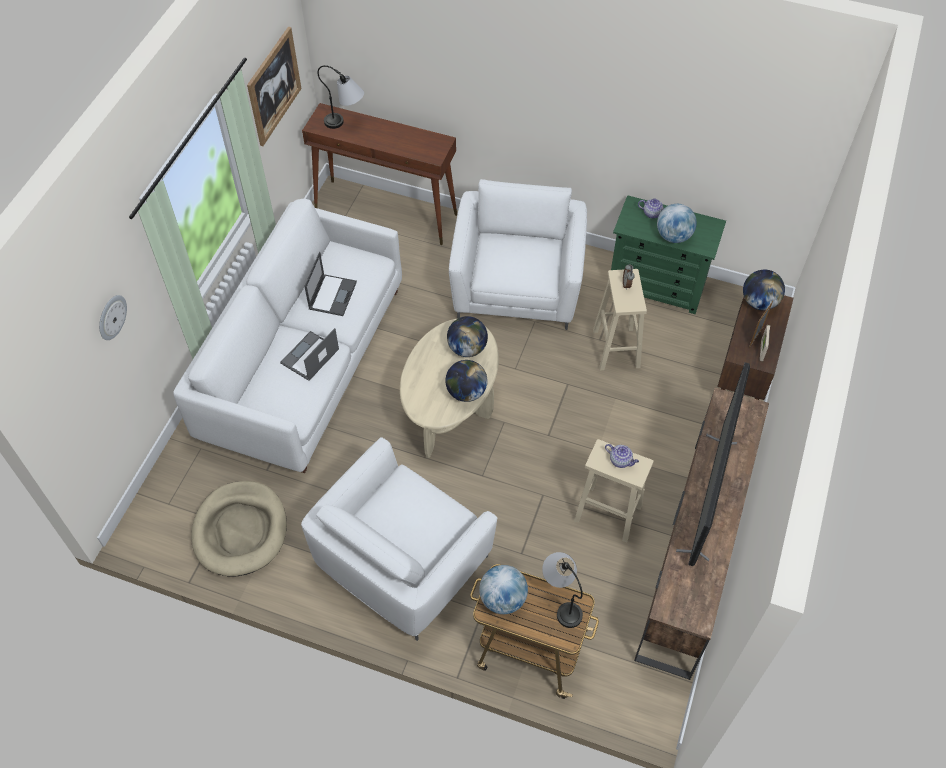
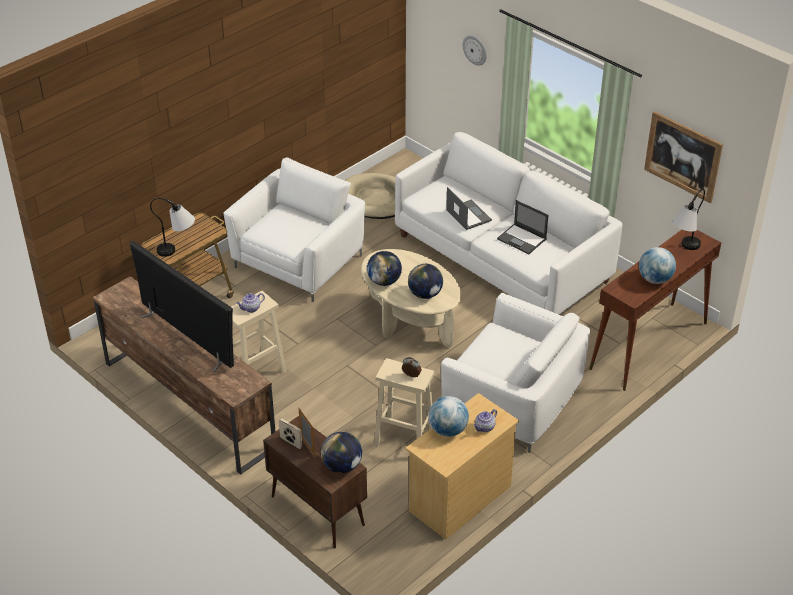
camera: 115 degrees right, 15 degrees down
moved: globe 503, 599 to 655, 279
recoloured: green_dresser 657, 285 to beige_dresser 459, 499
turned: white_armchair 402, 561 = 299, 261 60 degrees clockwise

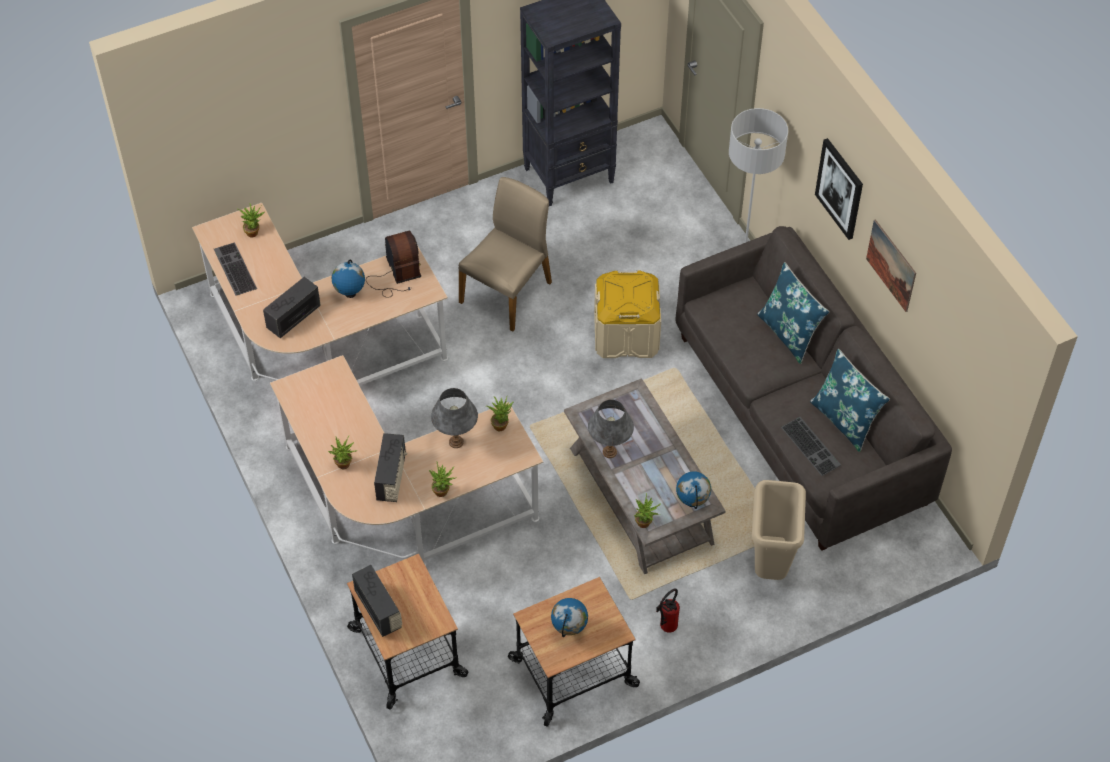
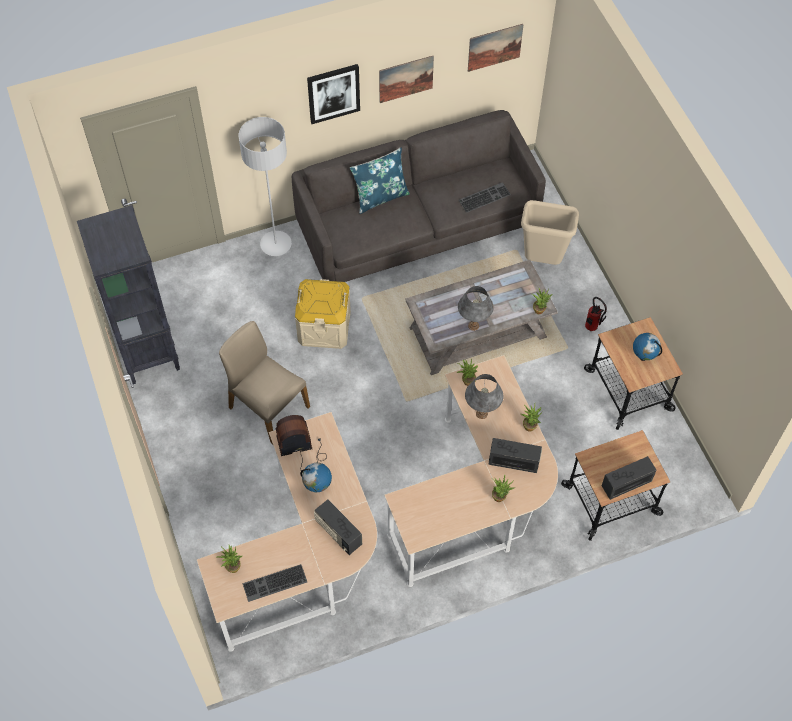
camera: 85 degrees left, 5 degrees up
removed: globe 692, 502; blue_pillow 844, 420
added: picture 494, 47

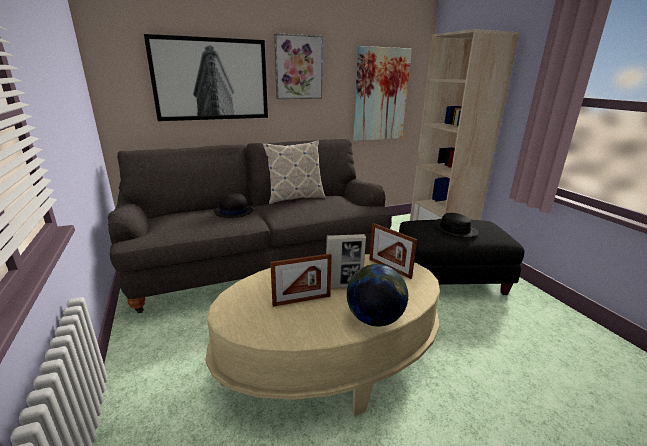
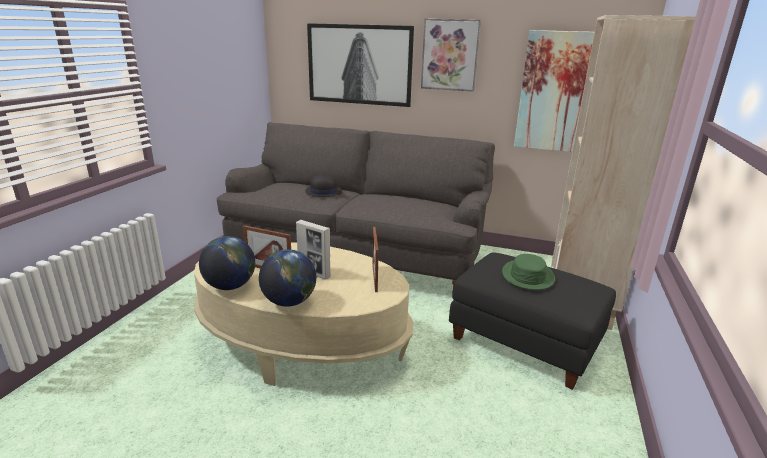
camera: 40 degrees right, 0 degrees up
removed: pillow 295, 198
added: globe 230, 286
recoloured: black_hat 454, 229 to green_hat 527, 276

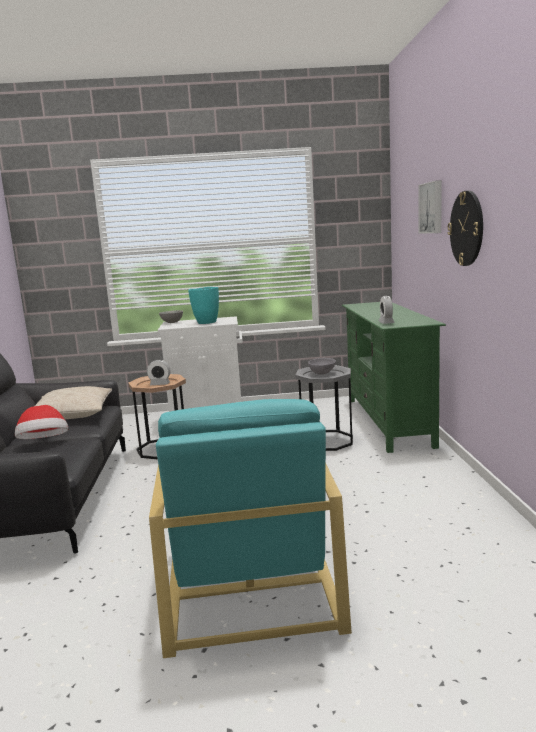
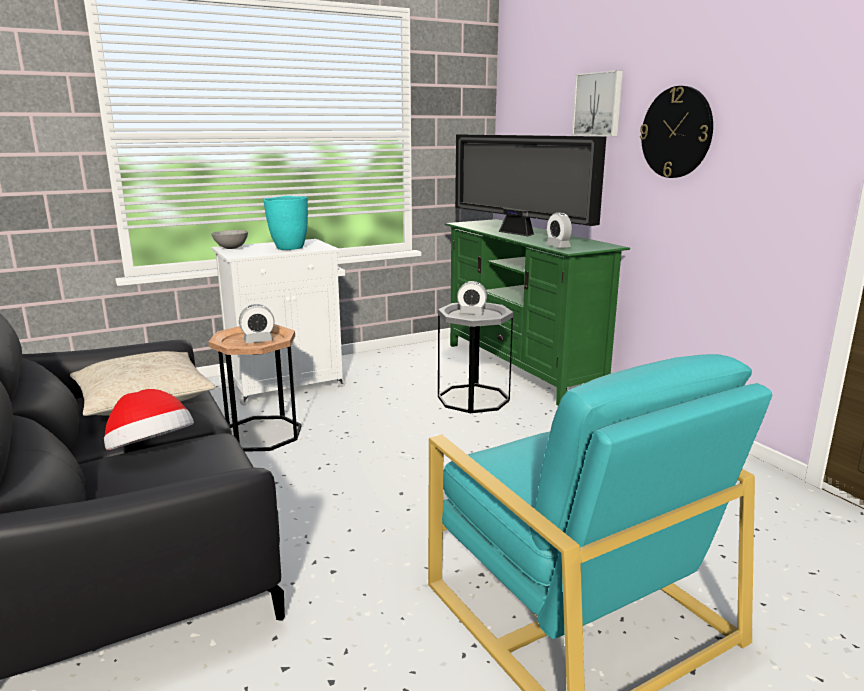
camera: 25 degrees left, 5 degrees up
added: television 519, 233
replaced: grey_bowl 322, 373 to alarm_clock 471, 313

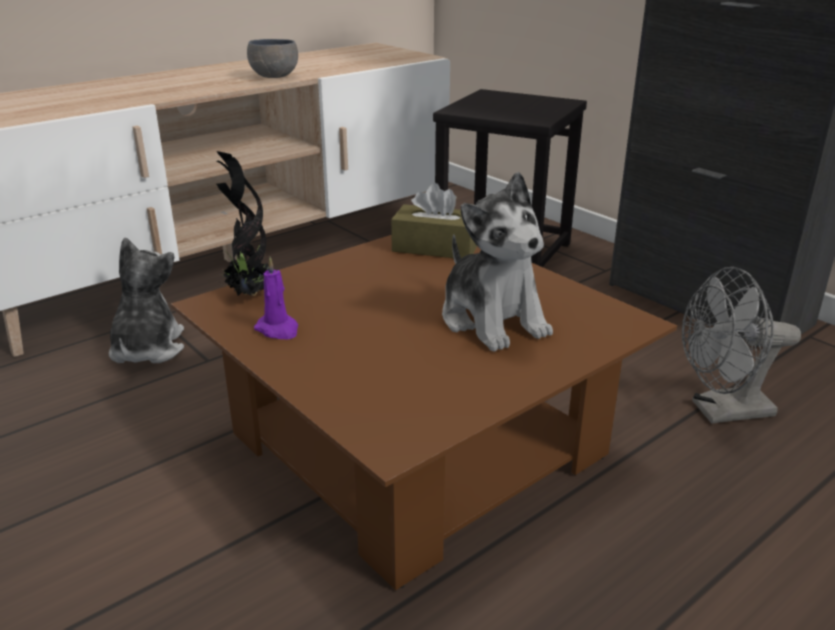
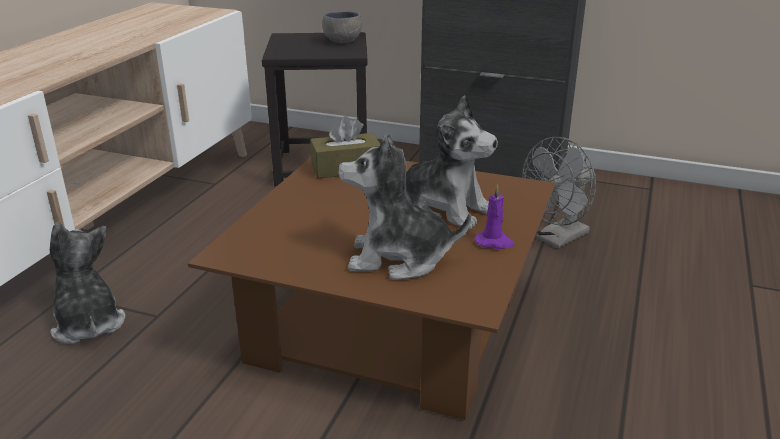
camera: 30 degrees left, 0 degrees up
removed: potted_plant 248, 295
added: plush_toy 398, 258
moved: grey_bowl 275, 76 to 342, 41; purple_candle 278, 330 to 494, 242

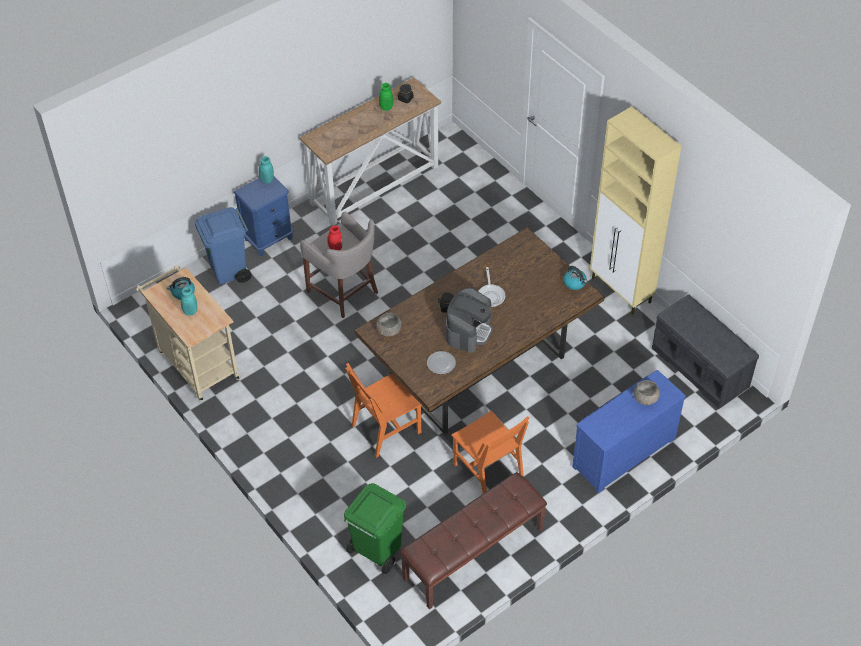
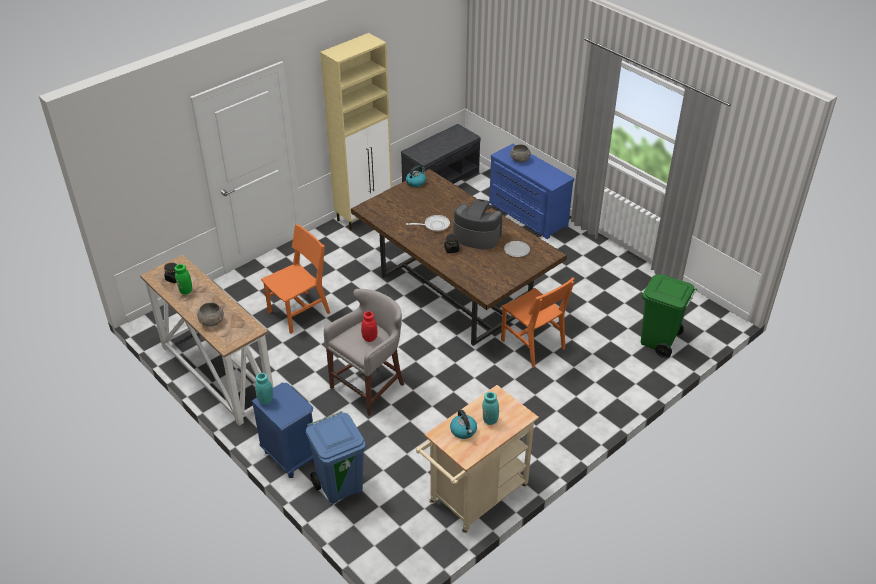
camera: 95 degrees left, 10 degrees down
removed: brown_bench 473, 554
moved: grey_bowl 388, 330 to 212, 322; orange_chair 488, 471 to 299, 312

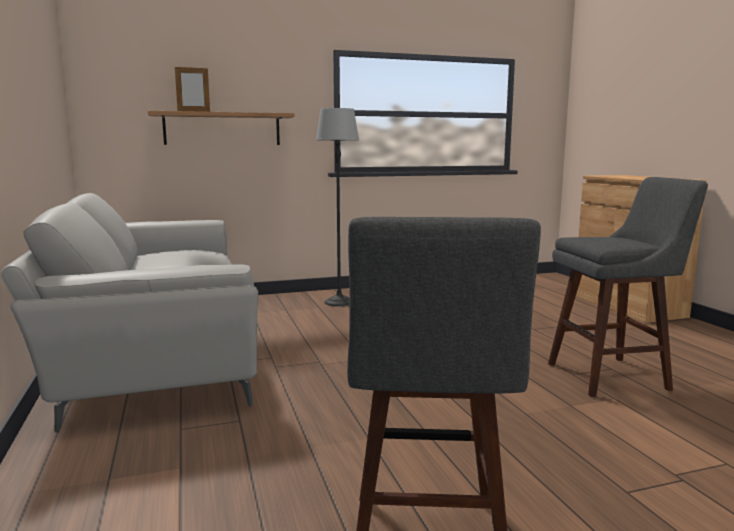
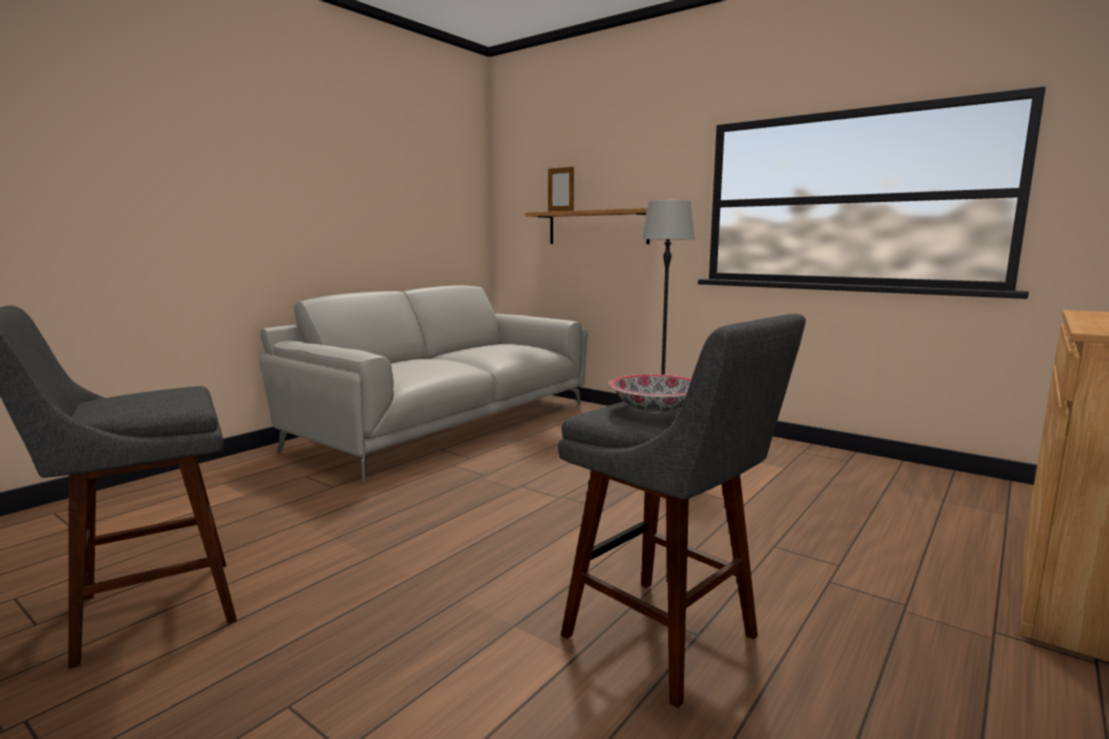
camera: 55 degrees right, 0 degrees up
added: bowl 654, 408

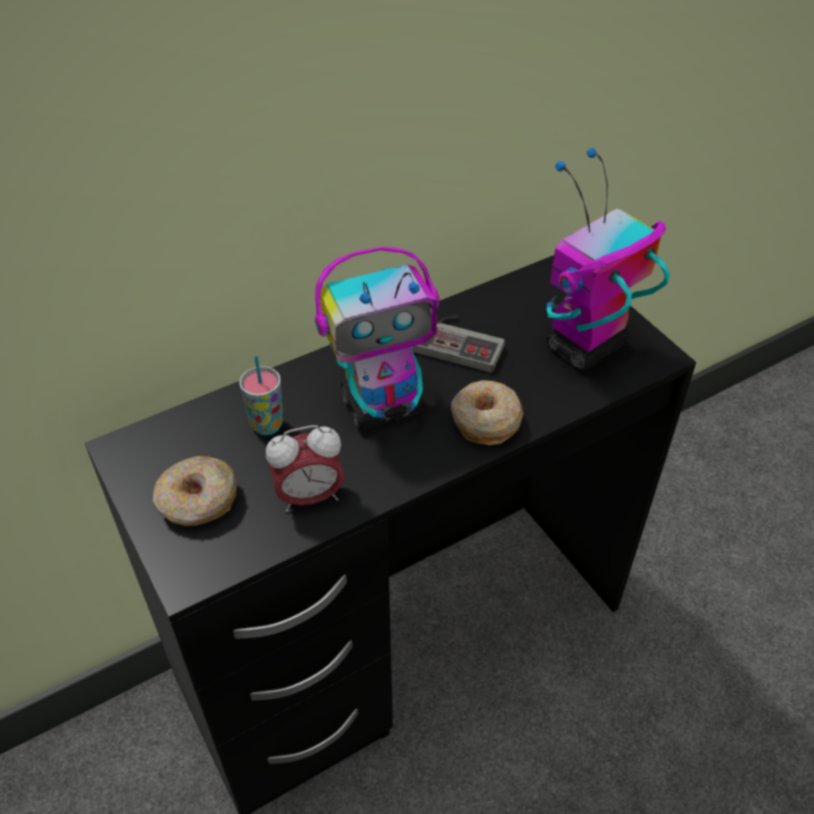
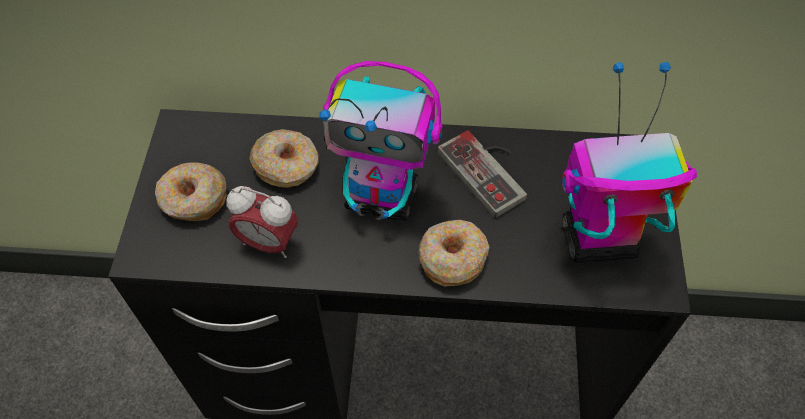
camera: 35 degrees right, 10 degrees up
replaced: cup 267, 425 to donut 287, 165

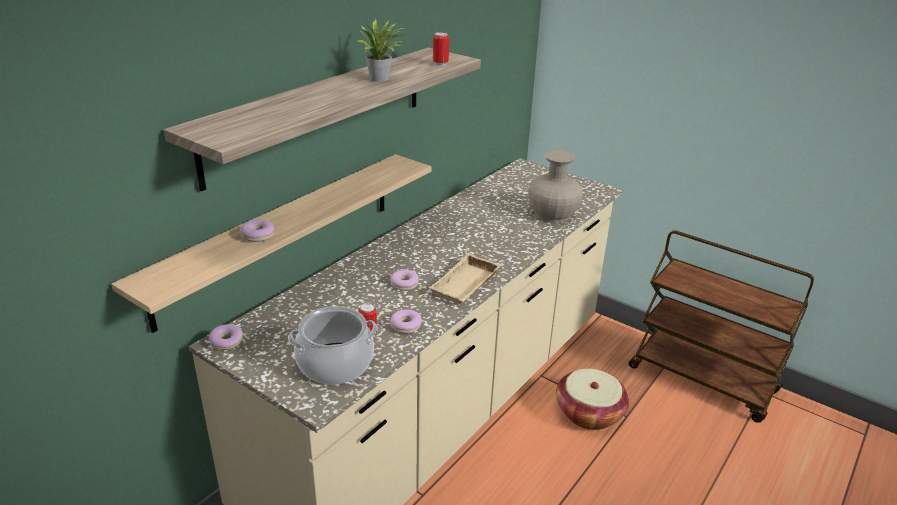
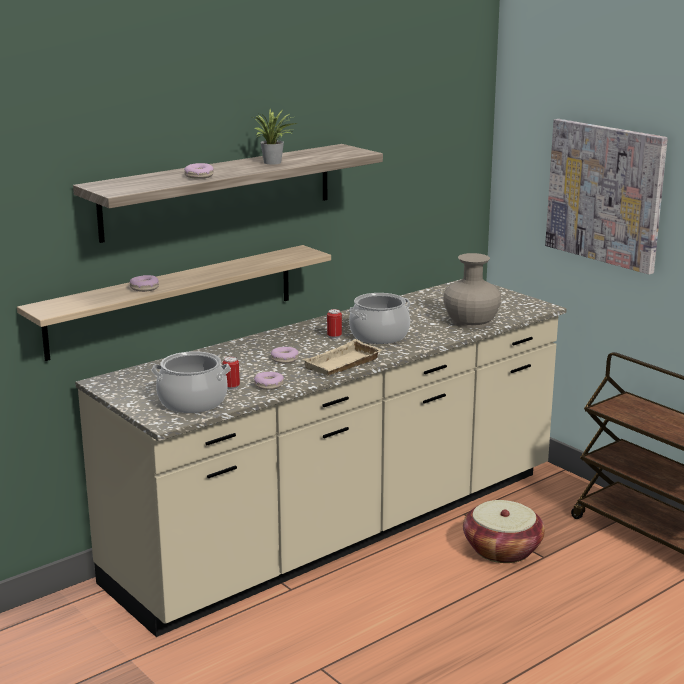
camera: 15 degrees right, 10 degrees down
added: cooking_pot 379, 336; picture 605, 194
moved: donut 226, 342 to 199, 176; can 440, 64 to 334, 337

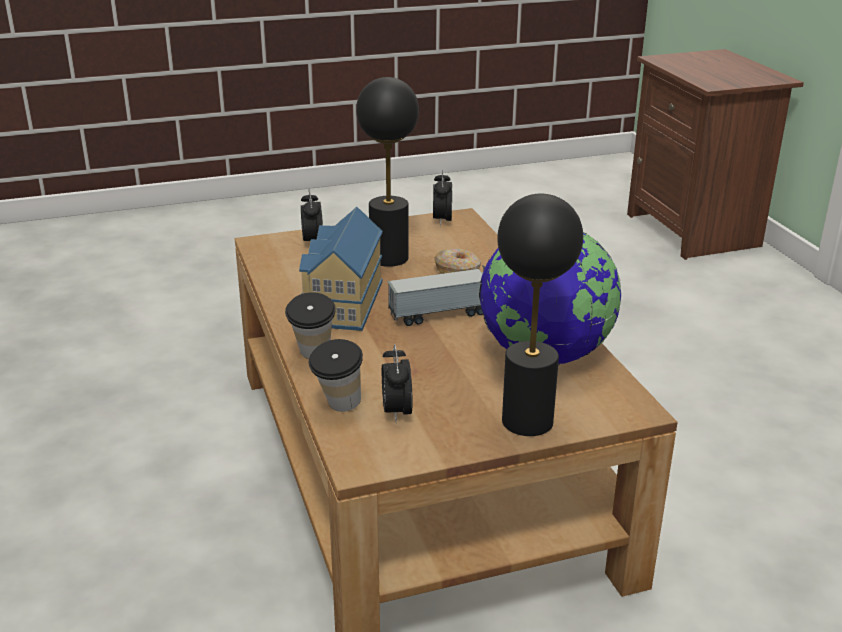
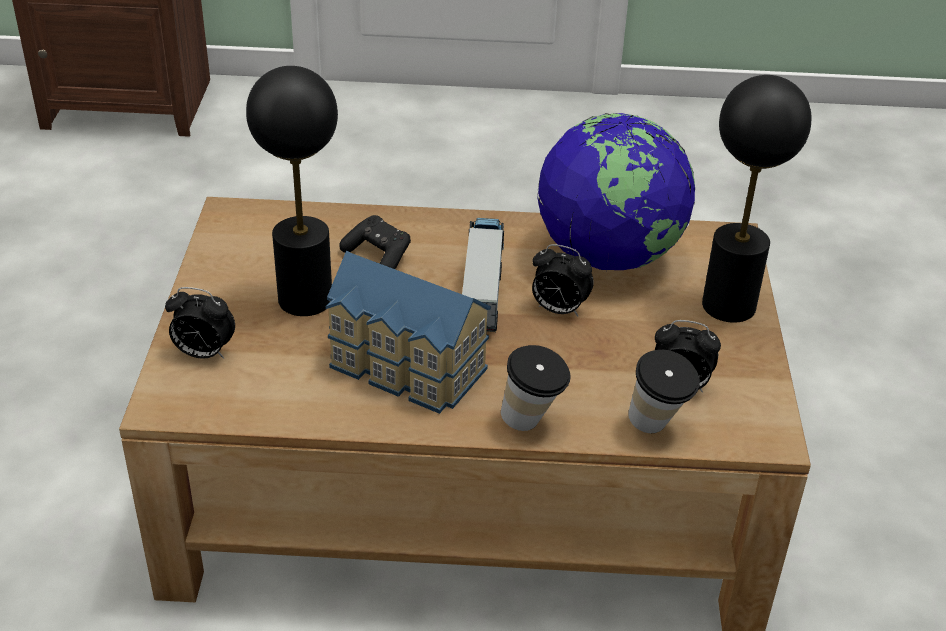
camera: 70 degrees left, 10 degrees up
moved: alarm_clock 442, 220 to 558, 310
replaced: donut 458, 270 to black_game_controller 378, 256

